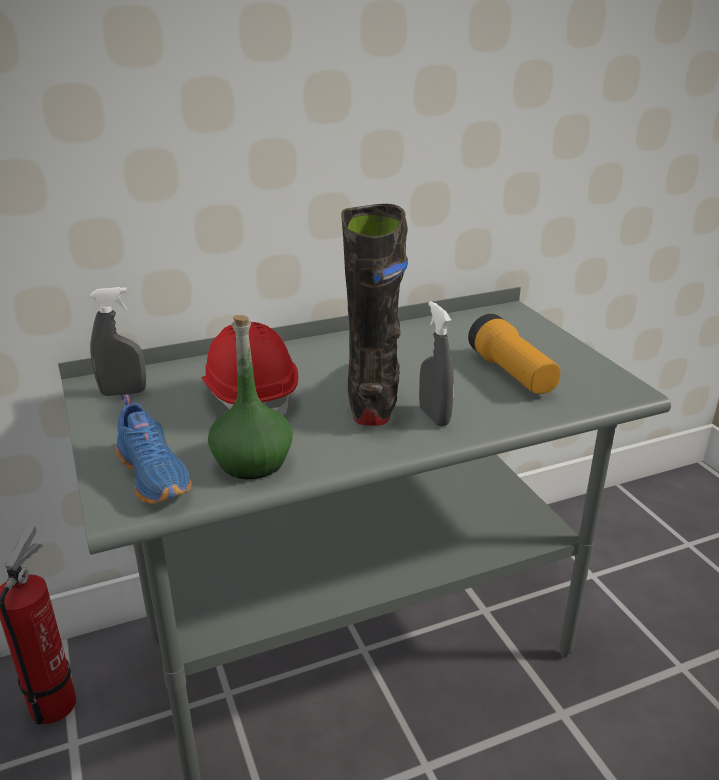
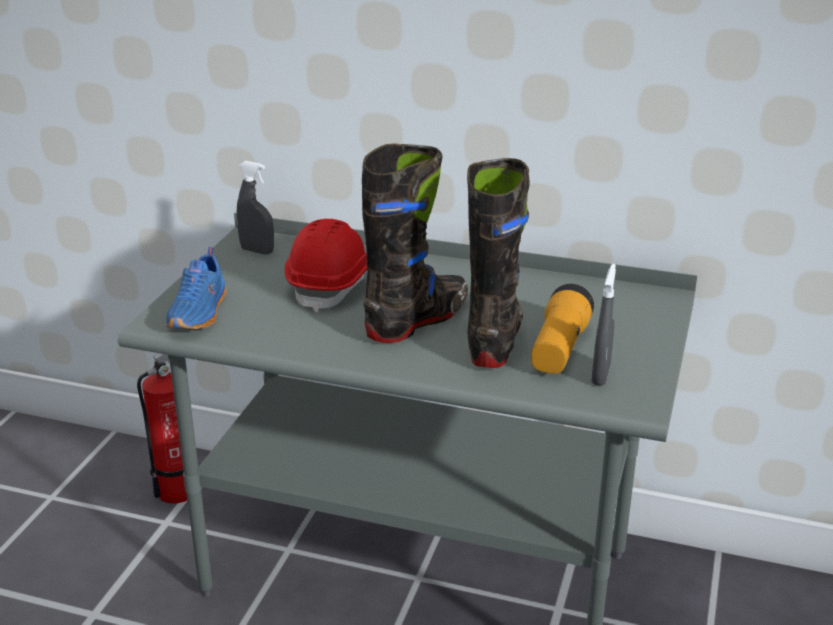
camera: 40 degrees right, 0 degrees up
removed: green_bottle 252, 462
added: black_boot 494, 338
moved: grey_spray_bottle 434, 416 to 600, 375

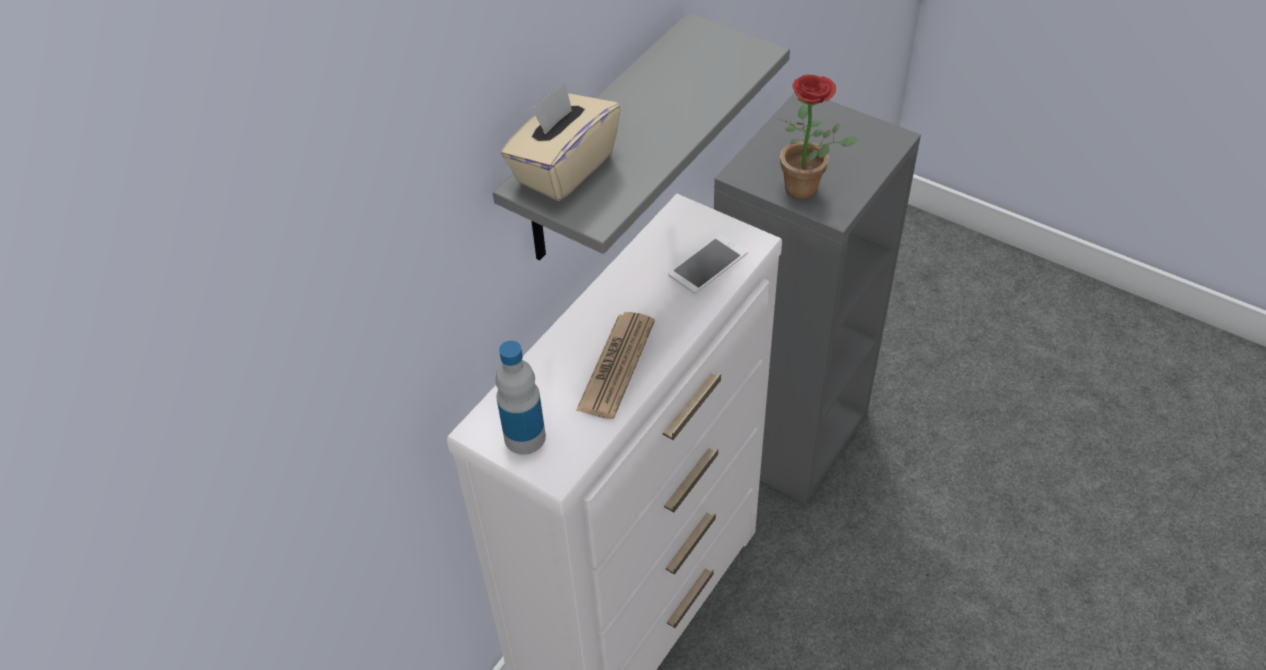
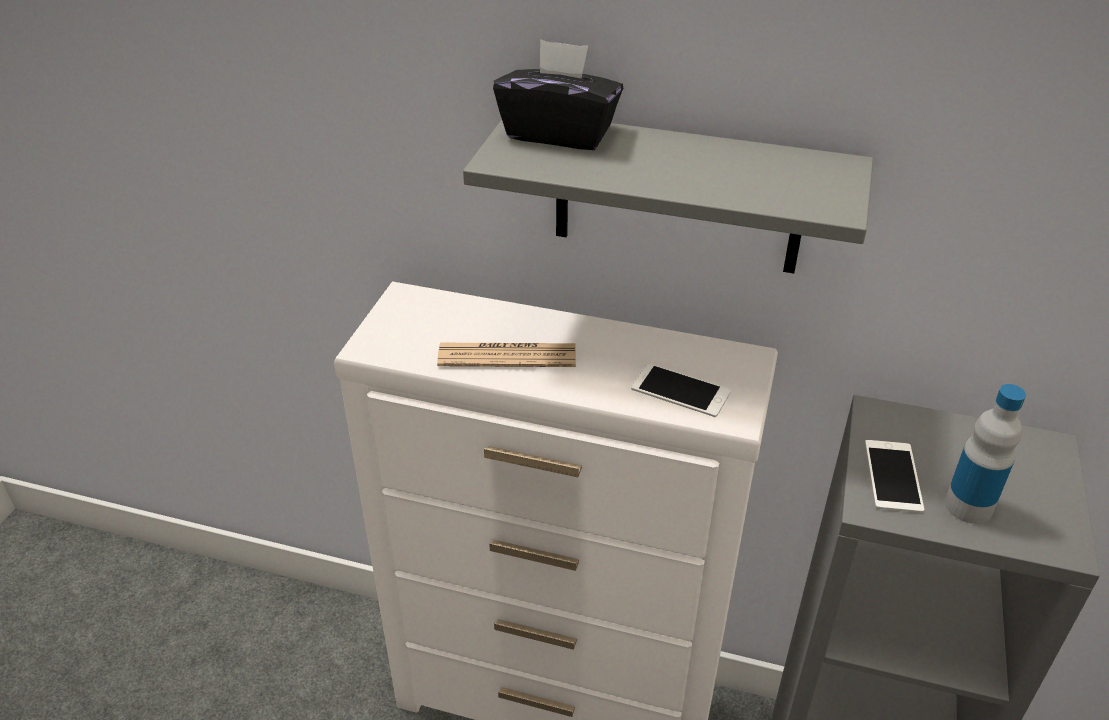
camera: 70 degrees right, 10 degrees down
moved: bottle 525, 437 to 968, 506
replaced: potted_plant 808, 190 to phone 893, 476
recoloured: beige_tissue_box 563, 168 to black_tissue_box 559, 133

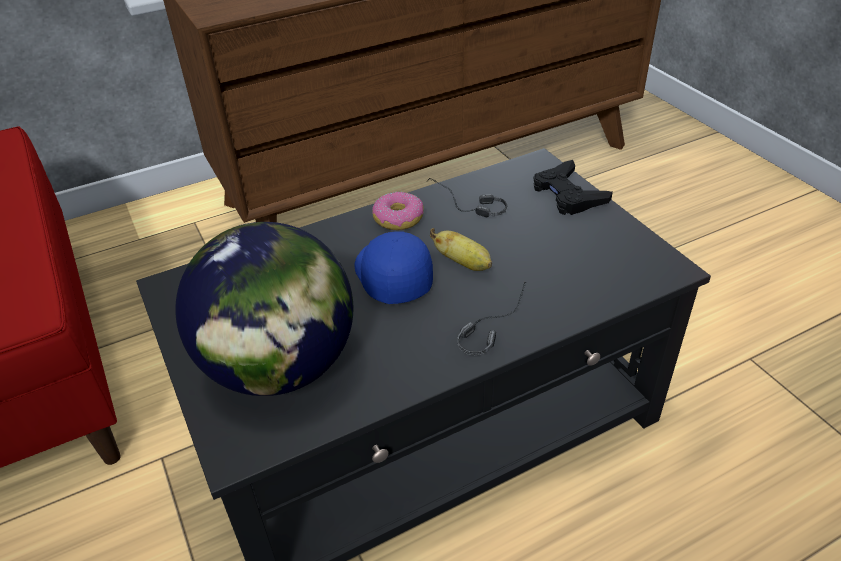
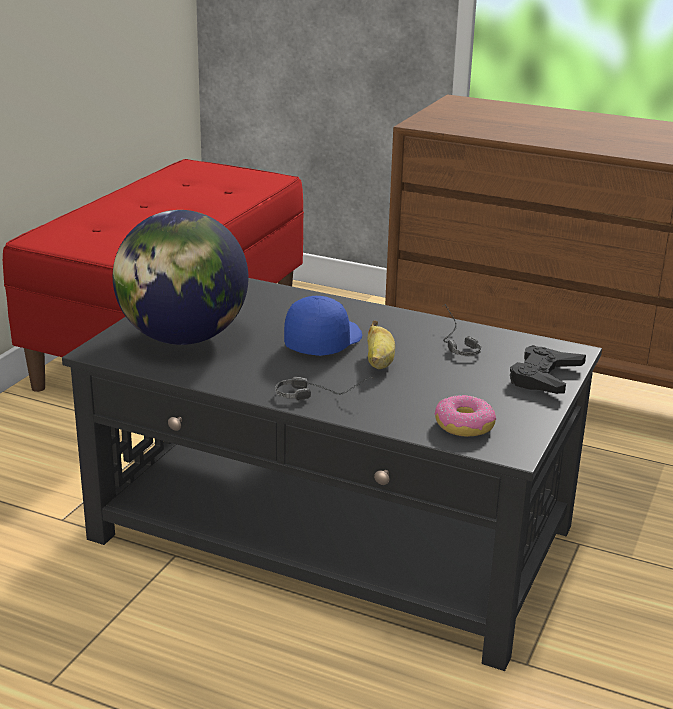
camera: 50 degrees right, 15 degrees down
moved: donut 398, 219 to 463, 426

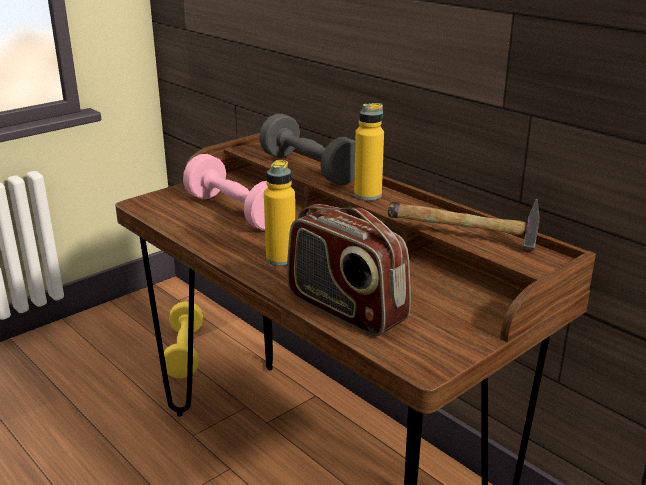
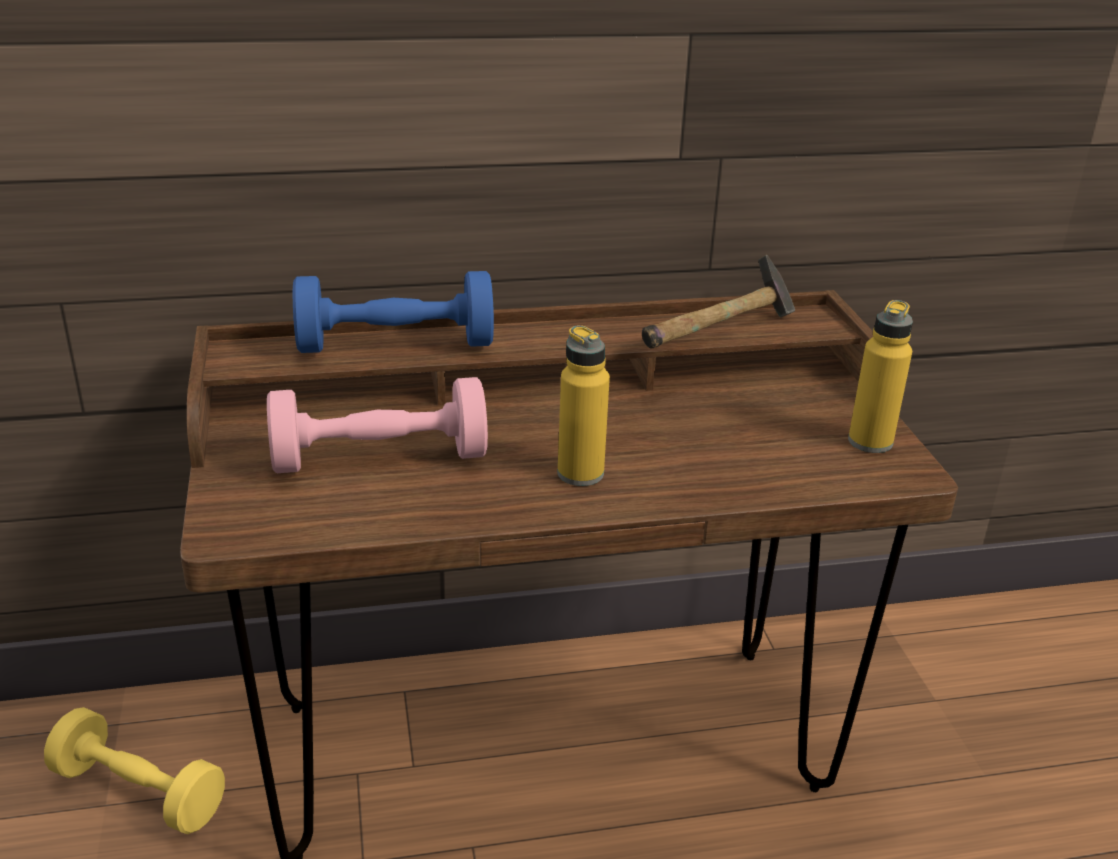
camera: 60 degrees left, 5 degrees up
removed: radio 345, 309
moved: yellow_bottle 367, 195 to 870, 442
recoloured: grey_dumbbell 309, 169 to blue_dumbbell 395, 345

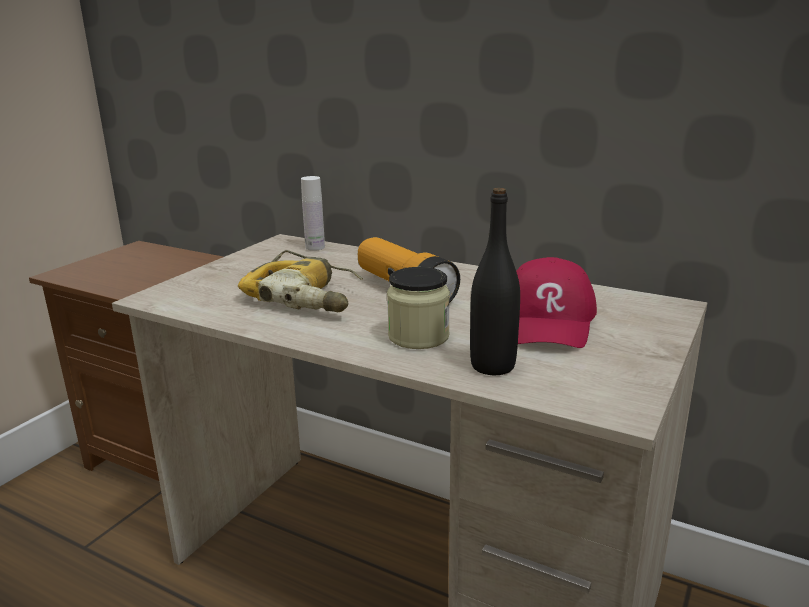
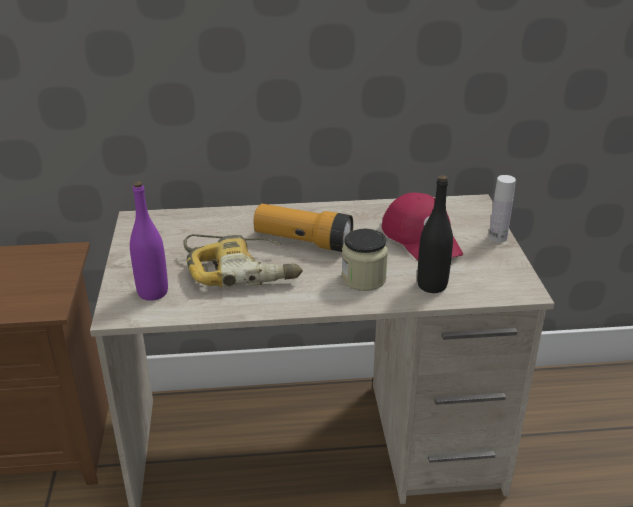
camera: 35 degrees left, 10 degrees up
added: purple_bottle 153, 292
moved: white_bottle 315, 247 to 497, 237

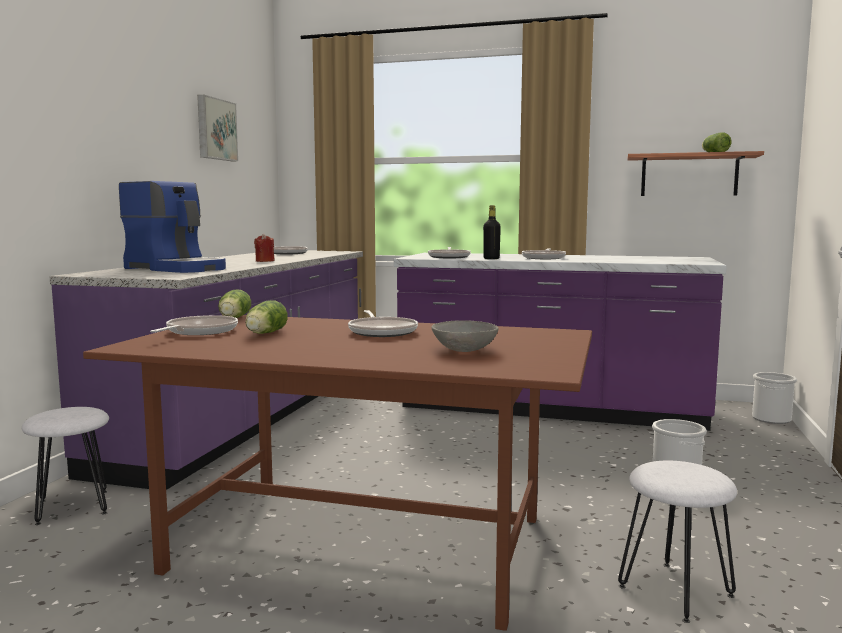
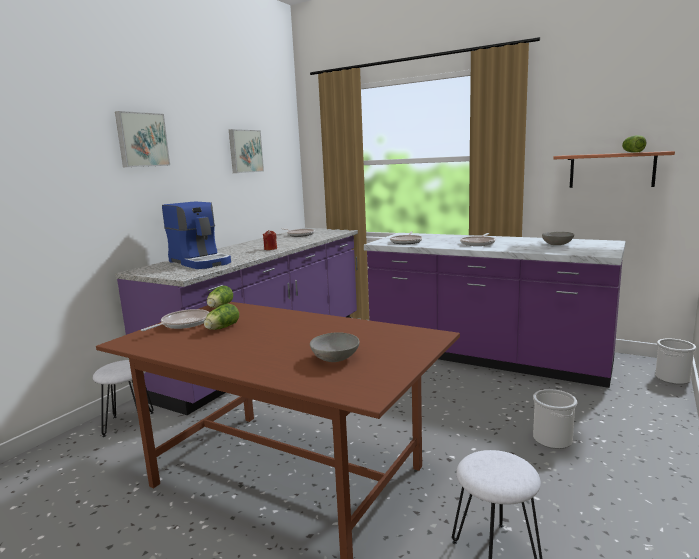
camera: 15 degrees right, 5 degrees up
removed: frying_pan 382, 332; black_bottle 491, 259
added: picture 141, 140; grey_bowl 557, 245

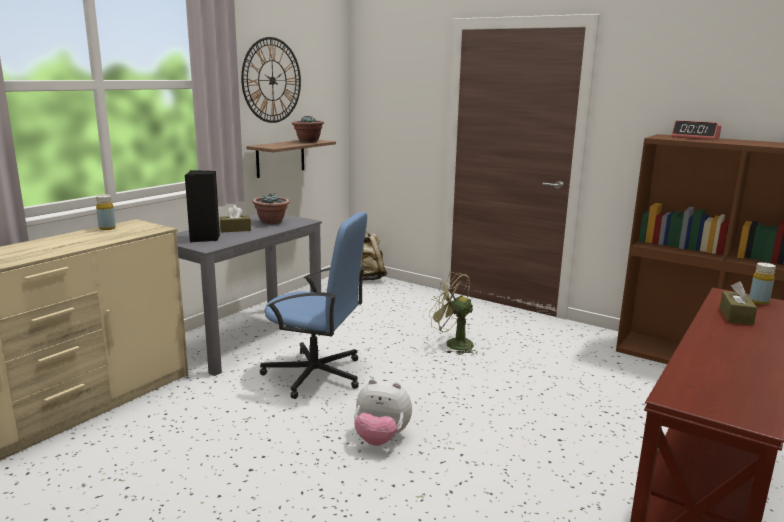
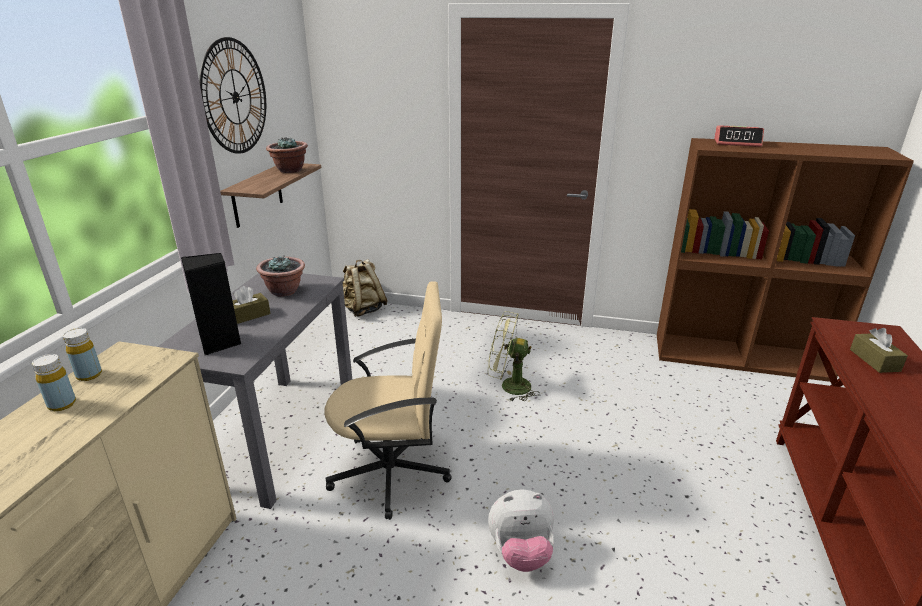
camera: 20 degrees left, 10 degrees up
moved: yellow_bottle 758, 301 to 62, 404
recoloured: blue_office_chair 315, 374 to beige_office_chair 392, 472

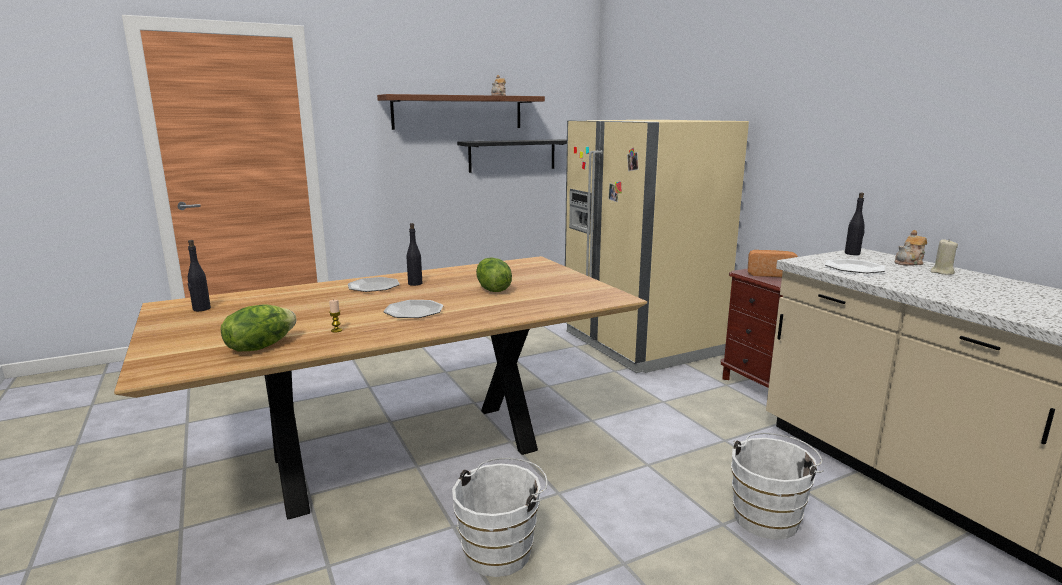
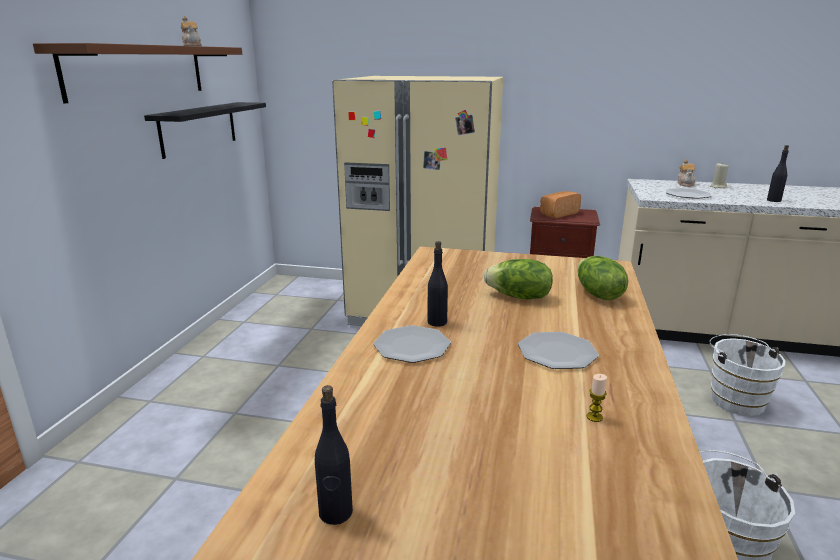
camera: 50 degrees left, 5 degrees up
moved: lettuce 260, 346 to 597, 294; black_bottle 852, 253 to 774, 200

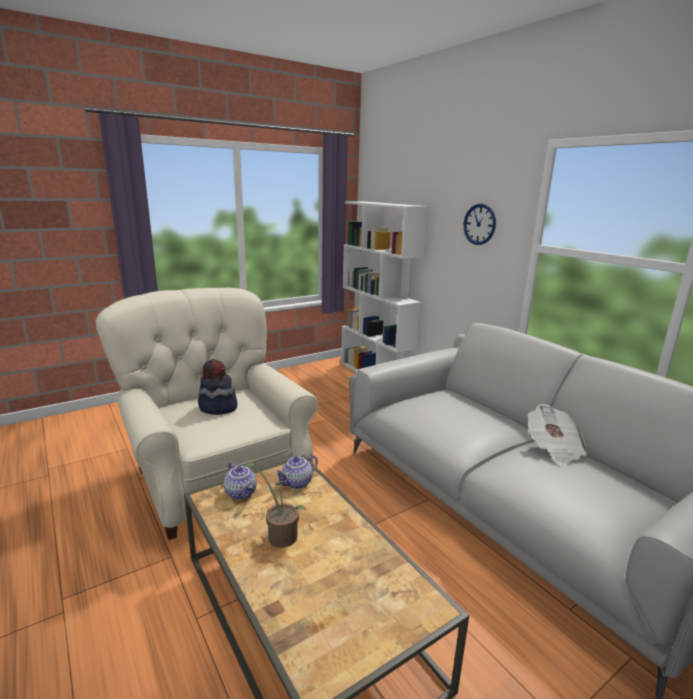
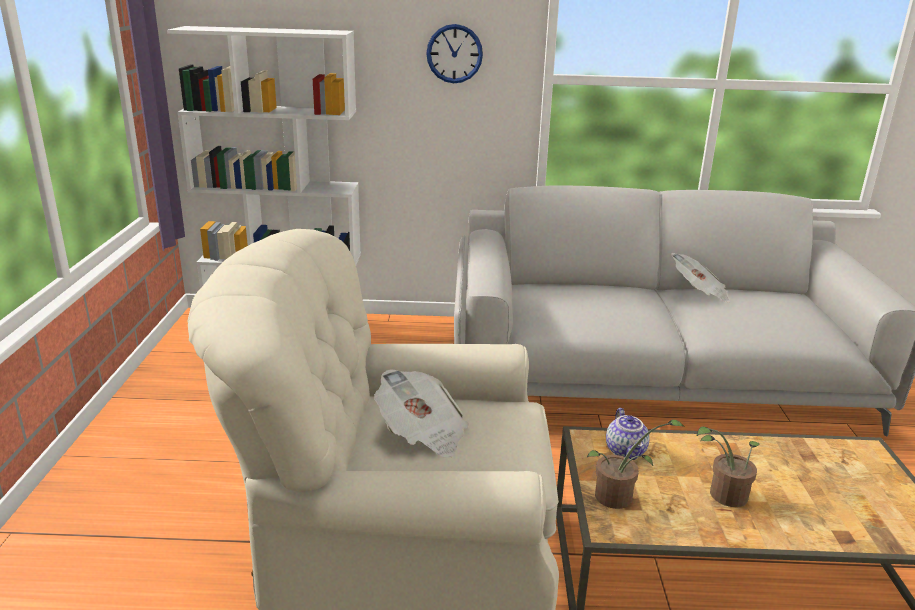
camera: 55 degrees left, 5 degrees up
replaced: hat 218, 407 to newspaper 422, 433; teapot 241, 493 to potted_plant 619, 498

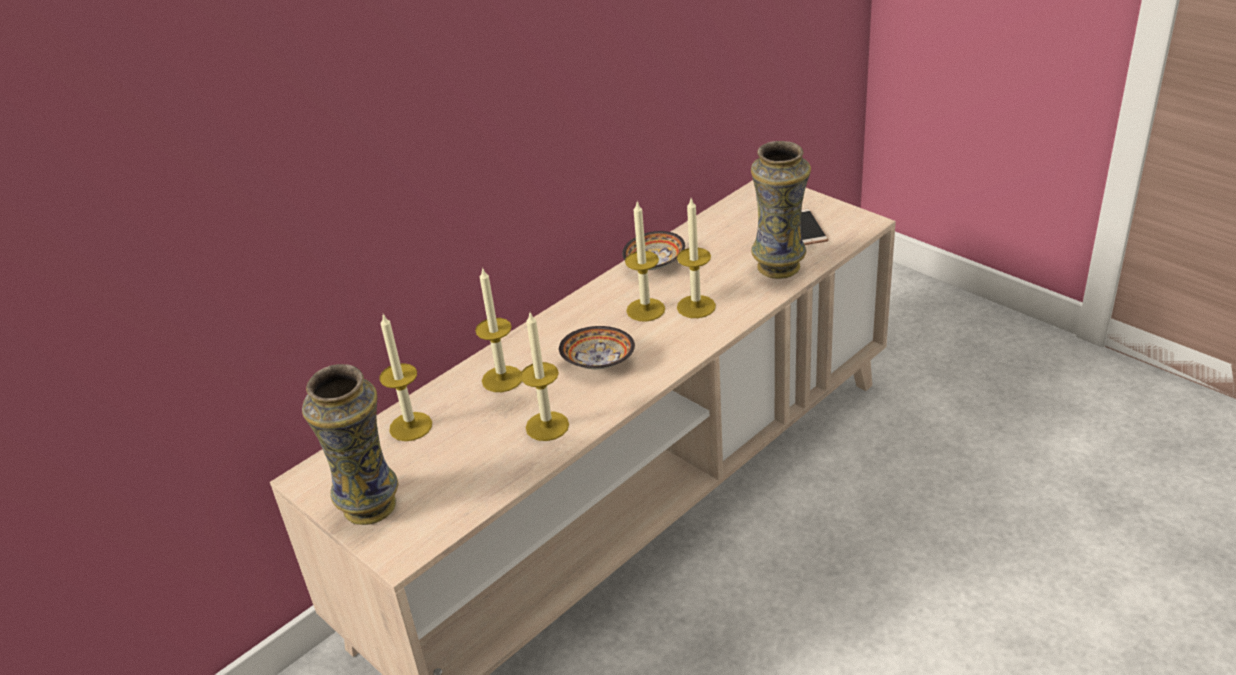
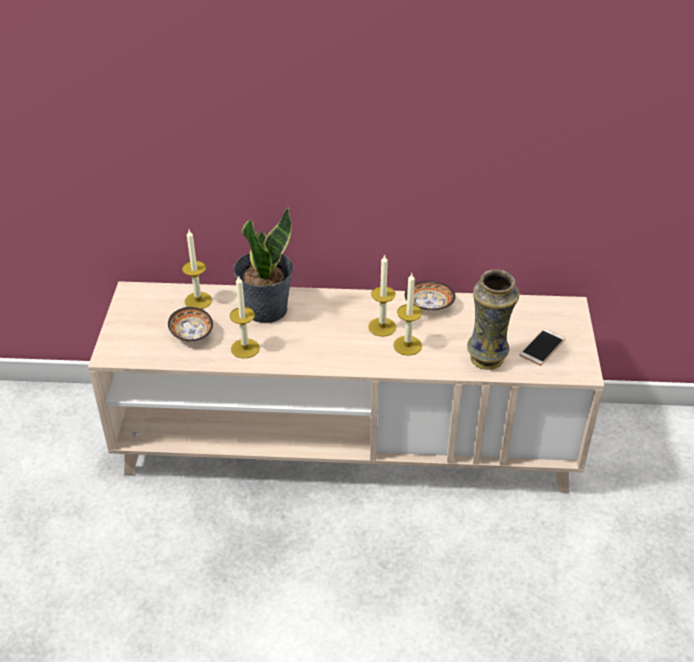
camera: 45 degrees right, 5 degrees up
removed: vase 370, 507
moved: bowl 598, 363 to 191, 334
replaced: candle 502, 379 to potted_plant 265, 309

